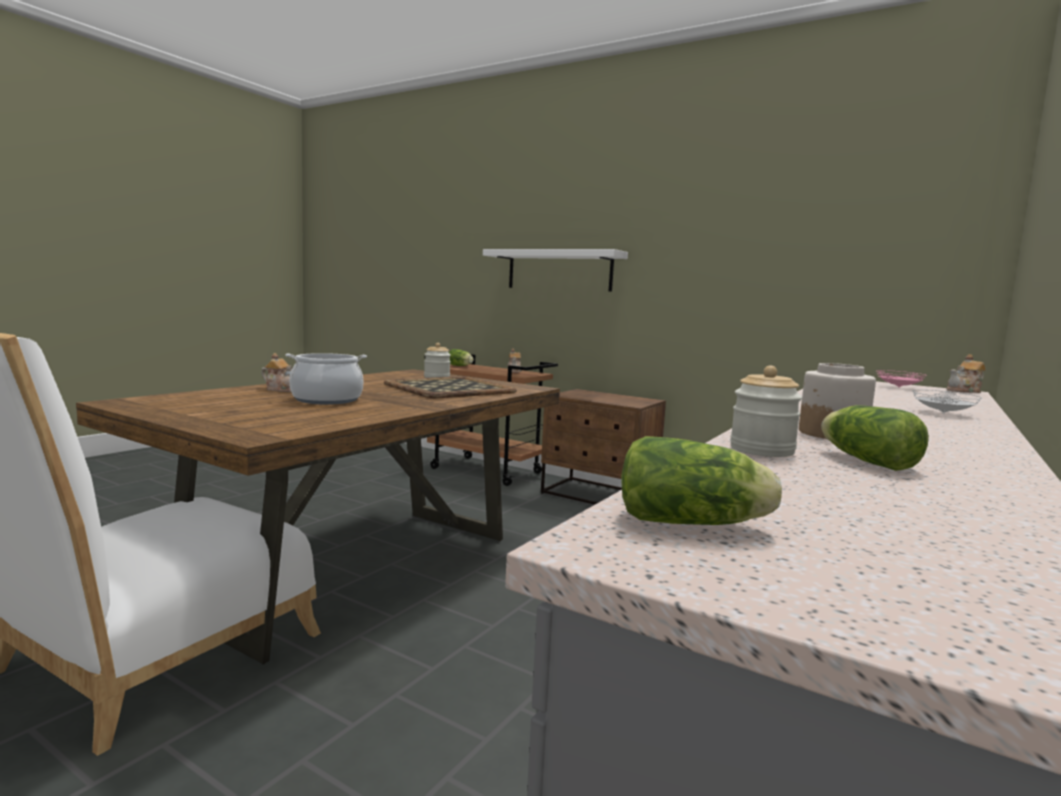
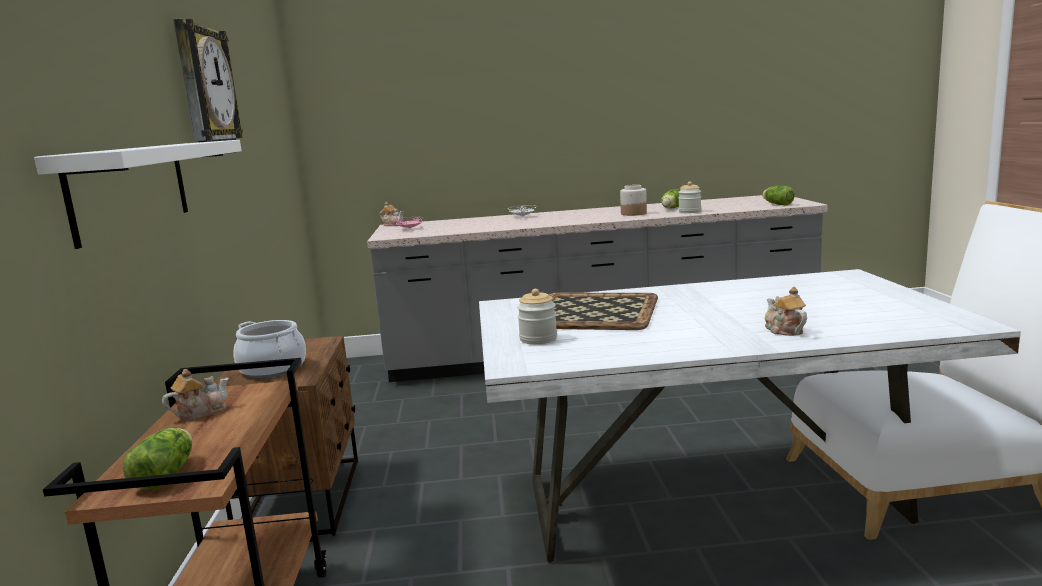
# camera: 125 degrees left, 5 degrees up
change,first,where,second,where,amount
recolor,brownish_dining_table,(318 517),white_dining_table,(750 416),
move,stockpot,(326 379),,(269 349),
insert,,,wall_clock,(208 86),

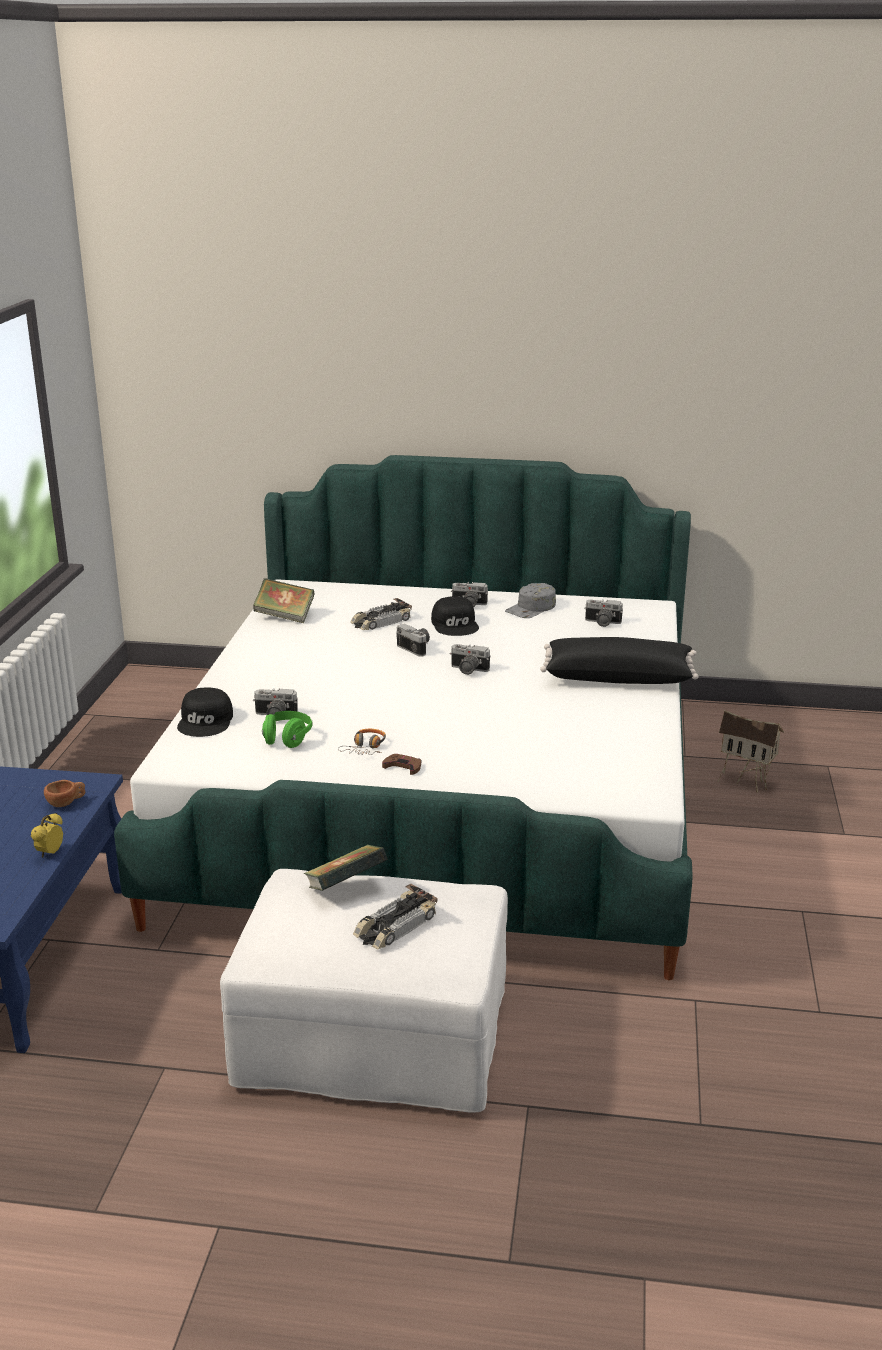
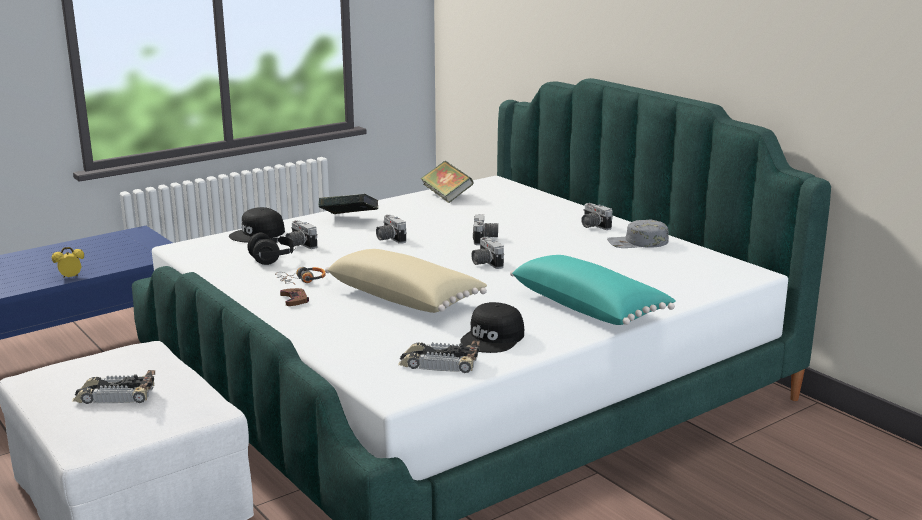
# camera: 45 degrees right, 5 degrees down
change,first,where,second,where,amount
delete,brownish_cup,(64 793),,,
recolor,green_pair_of_headphones,(287 729),blackish_pair_of_headphones,(272 248),
move,book,(346 868),,(348 204),
move,model_car,(381 614),,(439 357),
move,blackish_cap,(455 616),,(492 327),
recolor,blackish_throw_pillow,(619 660),turquoise_throw_pillow,(593 290),
move,still_camera,(603 613),,(391 229),
delete,miniature_house,(750 751),,,
insert,,,sand-coloured_throw_pillow,(406 281),

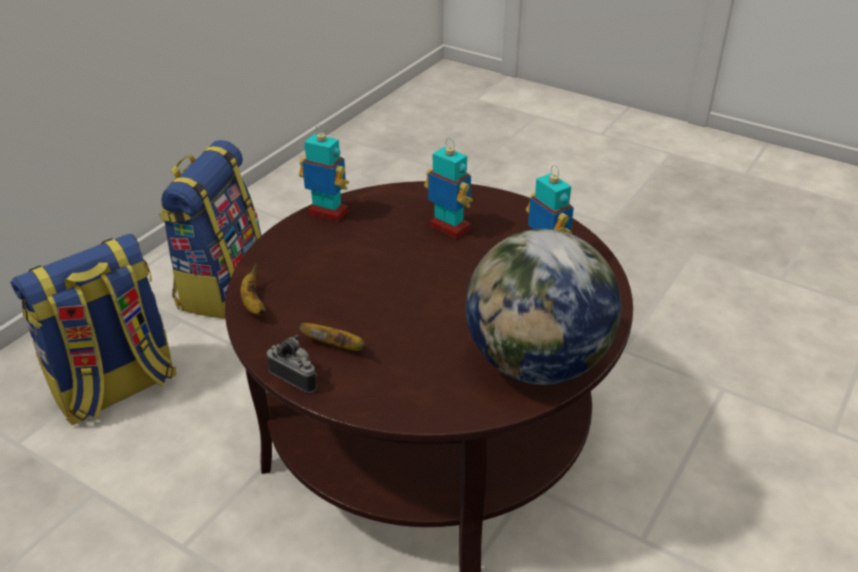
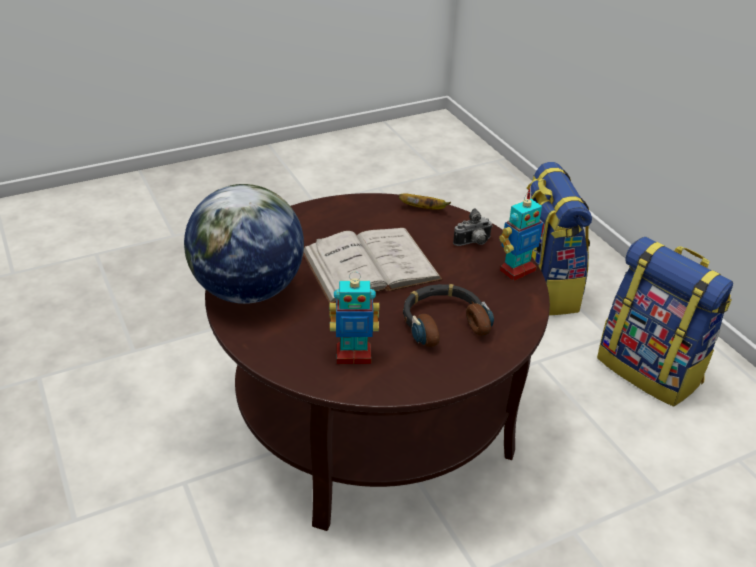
# camera: 120 degrees right, 0 degrees up
change,first,where,second,where,amount
move,still_camera,(292 364),,(473 227),
delete,whole_banana,(332 337),,,
replace,toy_robot,(448 188),pair_of_headphones,(448 315),
insert,,,white_book,(372 265),

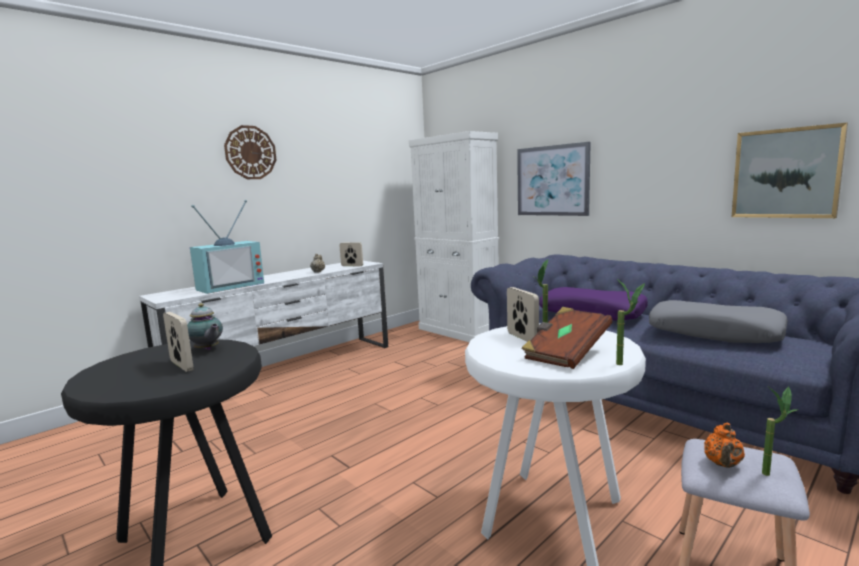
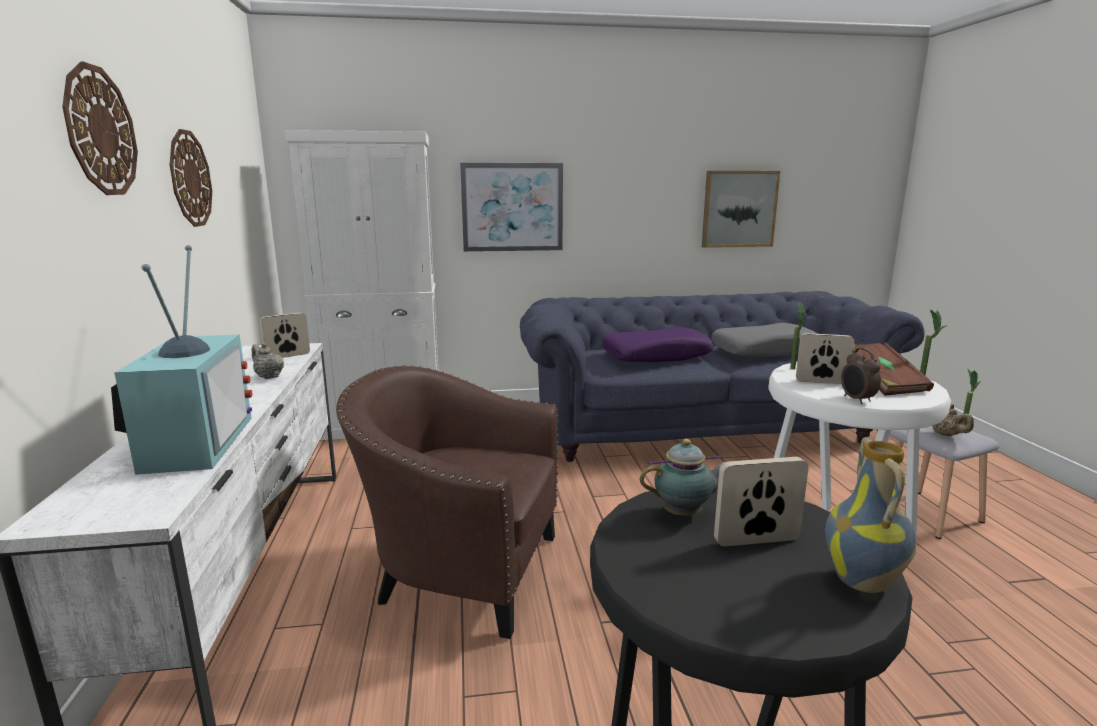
# camera: 55 degrees left, 5 degrees up
change,first,where,second,where,amount
recolor,orange_pot_for_tea,(724 445),sand-coloured_pot_for_tea,(953 420),
insert,,,wall_clock,(191 178),
insert,,,brownish_lounge_chair,(447 502),
insert,,,flower_vase,(871 515),
insert,,,alarm_clock,(861 376),

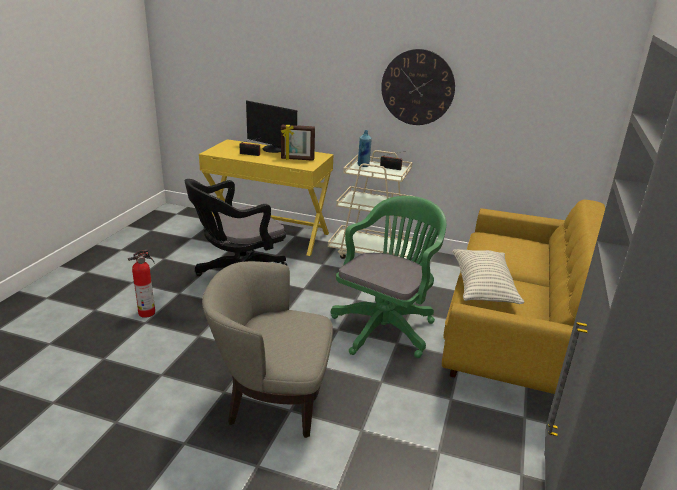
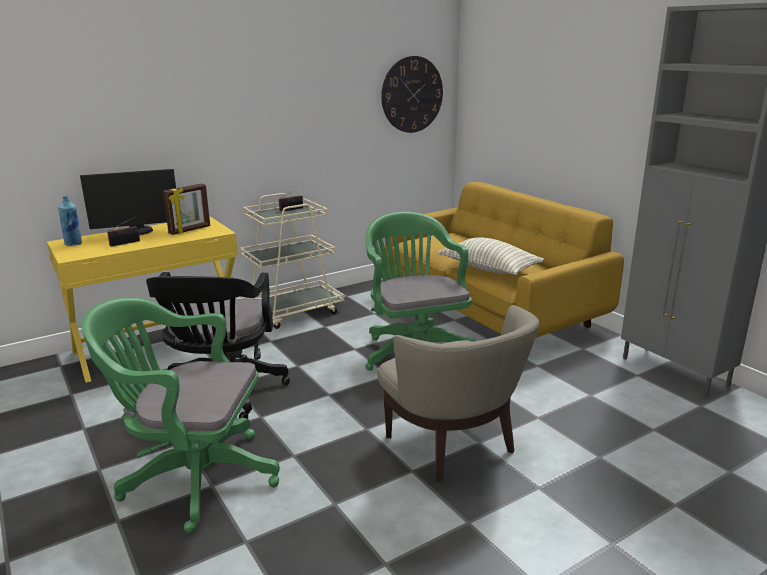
# camera: 50 degrees left, 5 degrees down
change,first,where,second,where,amount
replace,extinguisher,(141 283),green_computer_chair,(181 415),
rotate,sand-coloured_lounge_chair,(267 349),,(458 393),75 degrees counterclockwise
move,bluish_bottle,(364 148),,(70 221),
move,wall_clock,(418 87),,(412 94),

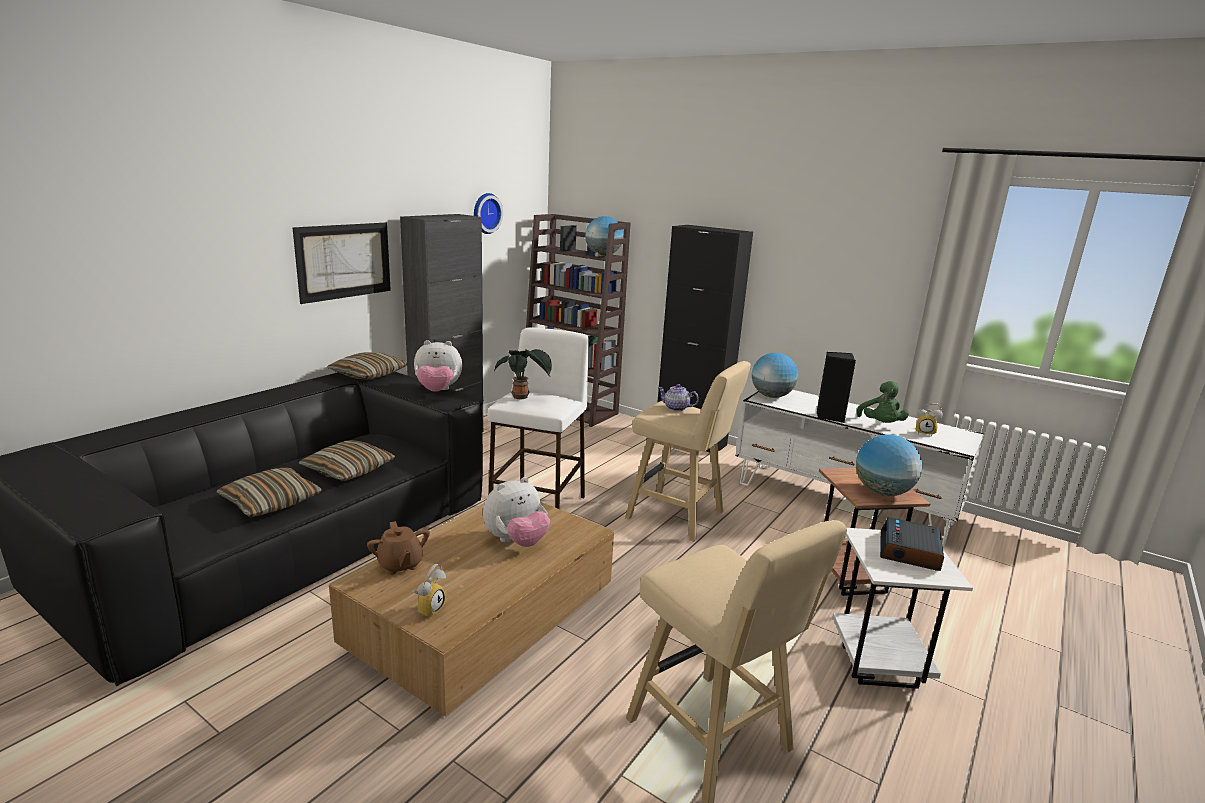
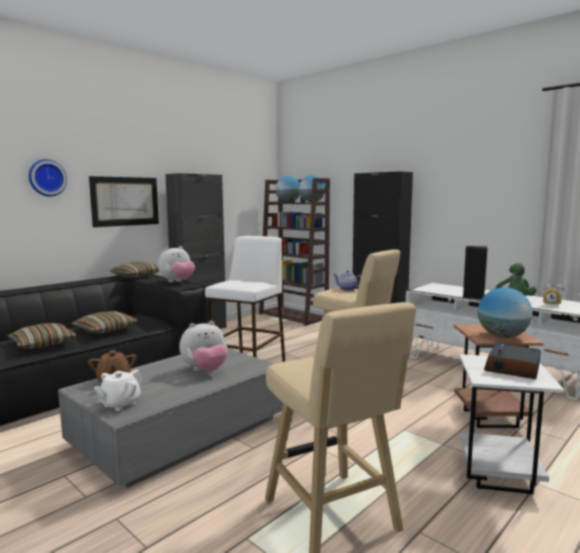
# camera: 10 degrees right, 10 degrees down
change,first,where,second,where,amount
recolor,brownish_coffee_table,(471 609),grey_coffee_table,(170 418),
replace,alarm_clock,(429 590),white_pot_for_tea,(118 390),
rotate,plush_toy,(438 366),,(176 264),45 degrees counterclockwise
move,wall_clock,(488 213),,(48 177),
delete,houseplant,(523 374),,,
move,globe,(775 375),,(287 189),

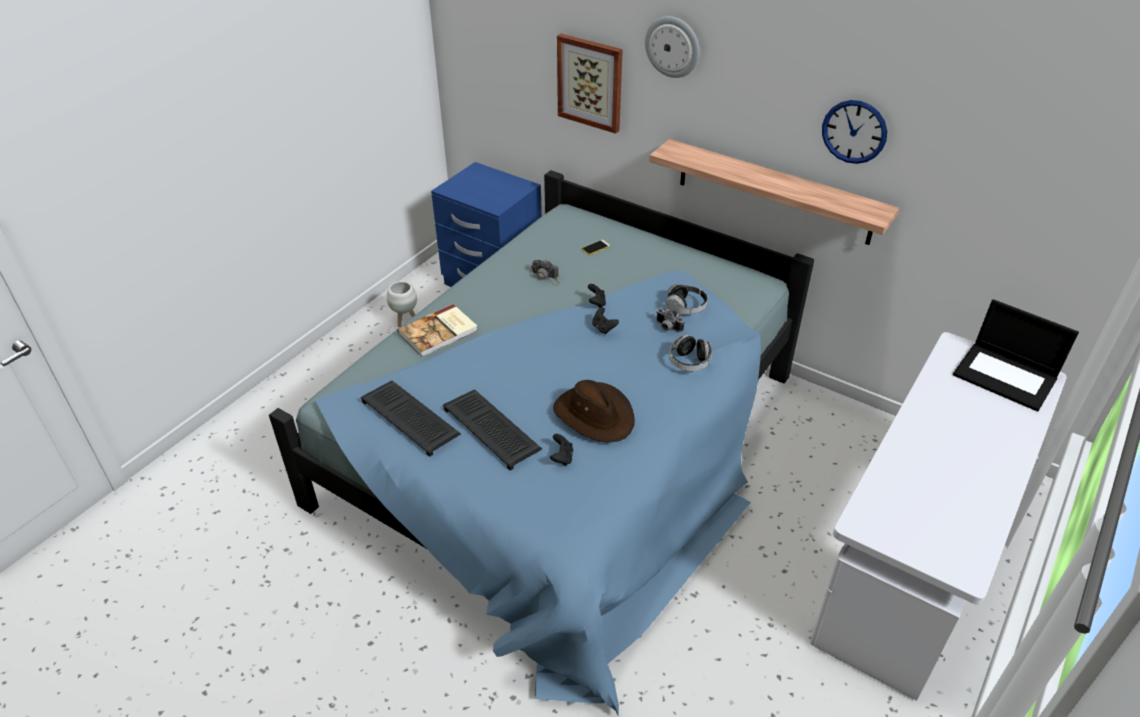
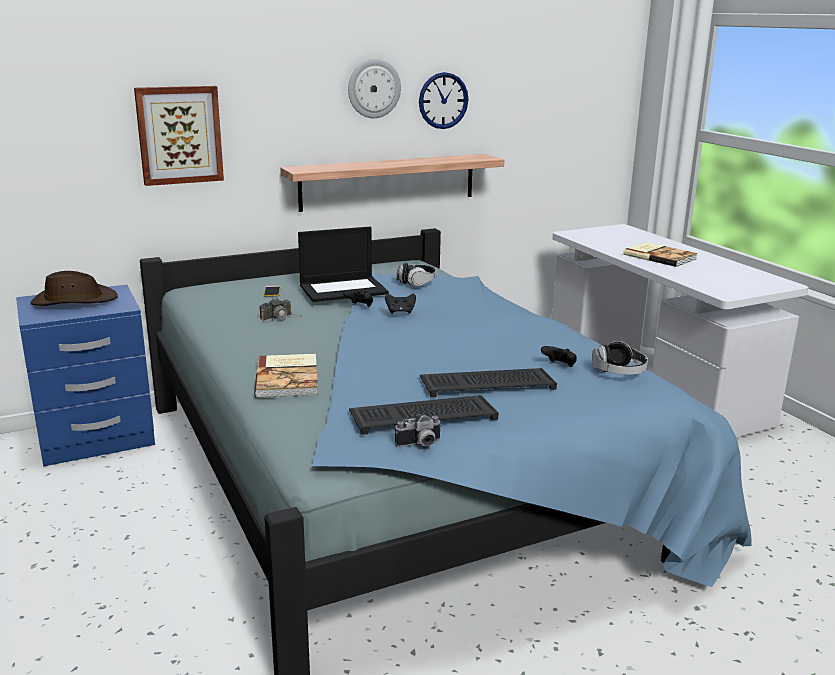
# camera: 60 degrees left, 20 degrees down
change,first,where,second,where,amount
delete,white_plant_pot,(402 304),,,
move,brownish_clothing_hat,(594 411),,(74 288),
move,wall_clock,(672 47),,(374 88),
move,still_camera,(670 319),,(418 430),
move,pair_of_headphones,(690 353),,(620 358),
move,notebook_computer,(1016 355),,(343 264),
insert,,,book,(661 254),

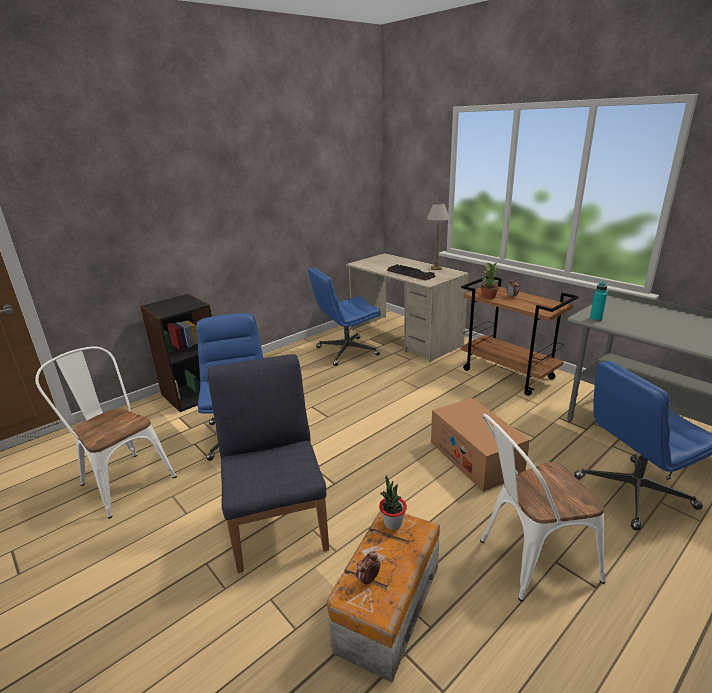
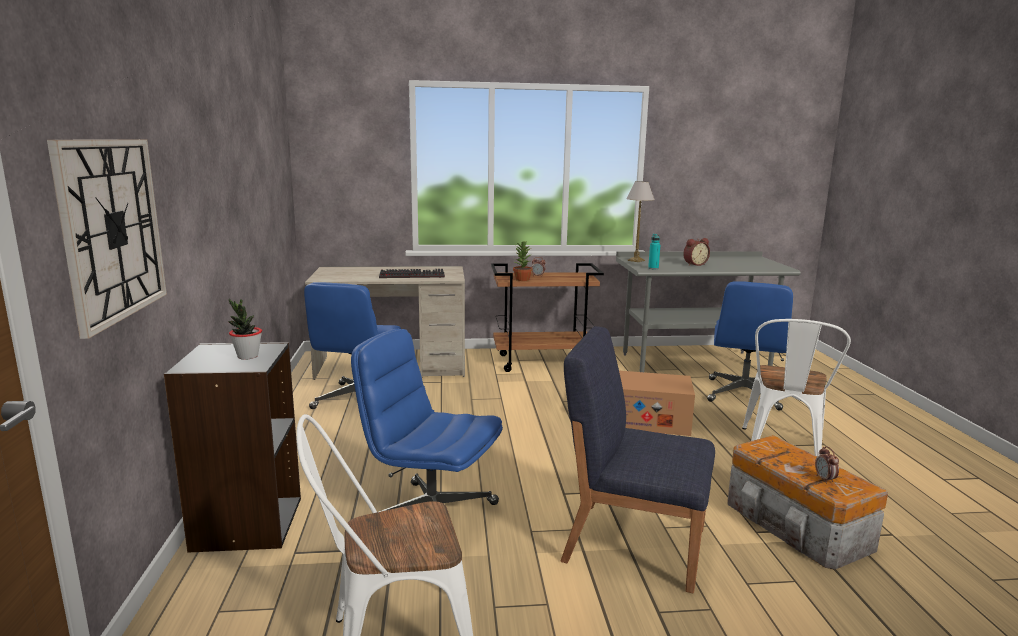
# camera: 55 degrees left, 10 degrees down
change,first,where,second,where,amount
move,houseplant,(393 502),,(245 329),
move,tabletop_lamp,(438 236),,(641 221),
insert,,,wall_clock,(107 239),
insert,,,alarm_clock,(696 252),

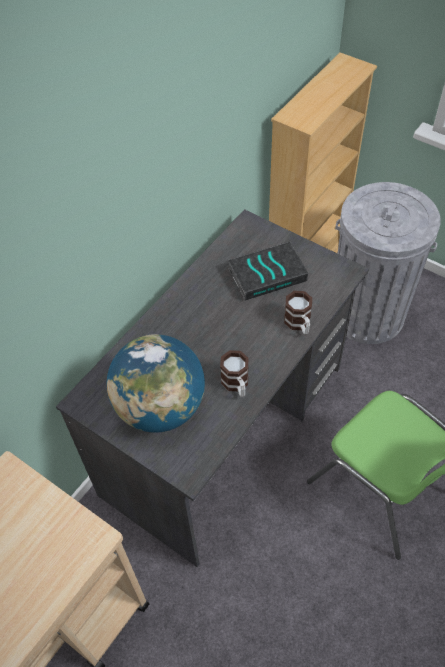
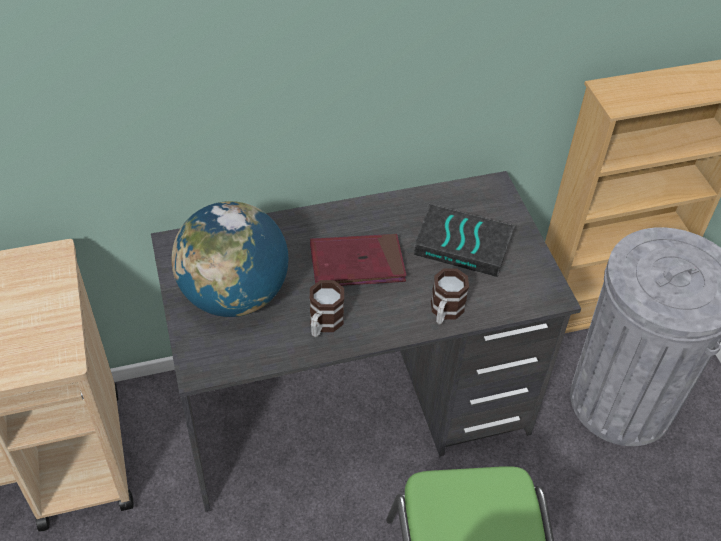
# camera: 35 degrees right, 5 degrees down
change,first,where,second,where,amount
insert,,,red-coloured_book,(358 260),

